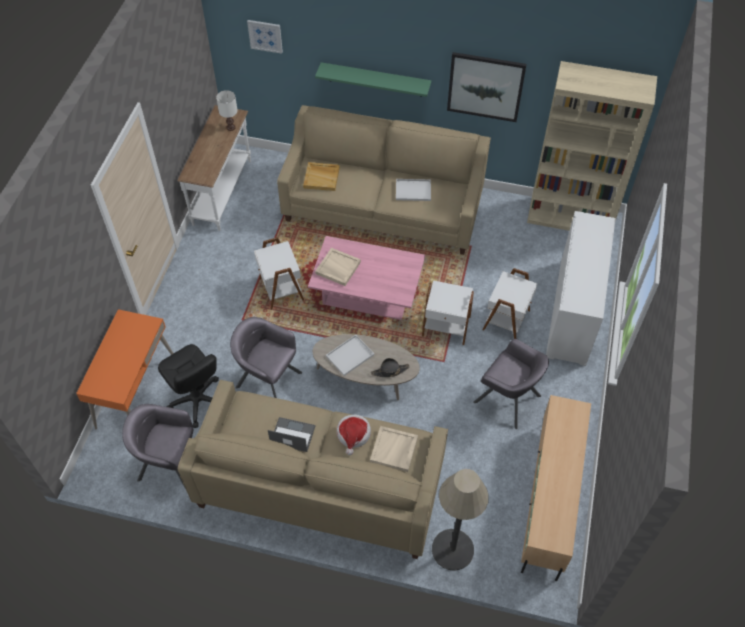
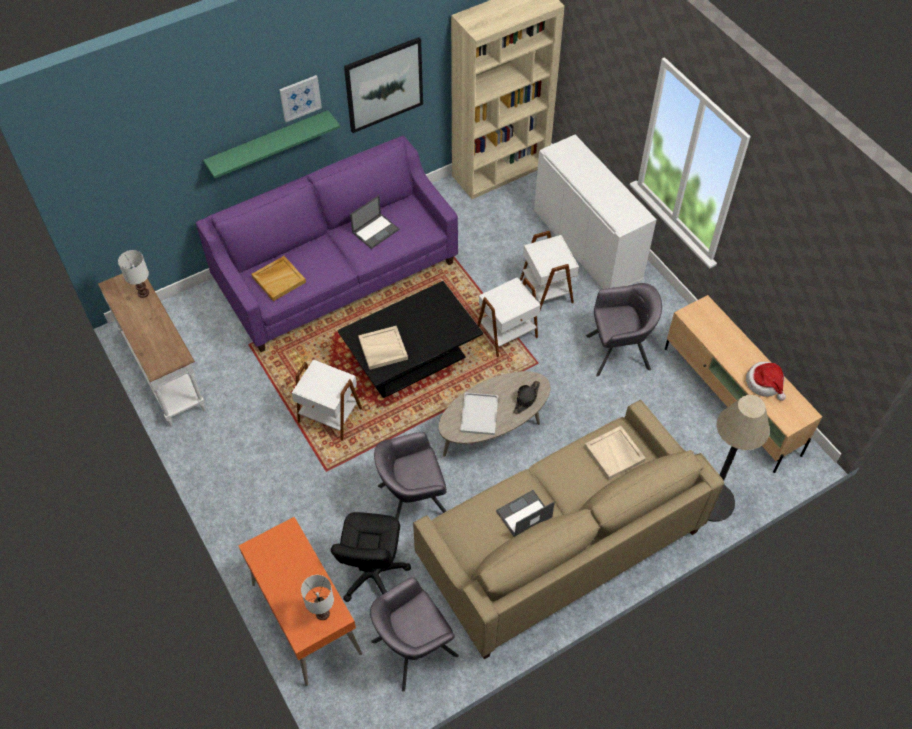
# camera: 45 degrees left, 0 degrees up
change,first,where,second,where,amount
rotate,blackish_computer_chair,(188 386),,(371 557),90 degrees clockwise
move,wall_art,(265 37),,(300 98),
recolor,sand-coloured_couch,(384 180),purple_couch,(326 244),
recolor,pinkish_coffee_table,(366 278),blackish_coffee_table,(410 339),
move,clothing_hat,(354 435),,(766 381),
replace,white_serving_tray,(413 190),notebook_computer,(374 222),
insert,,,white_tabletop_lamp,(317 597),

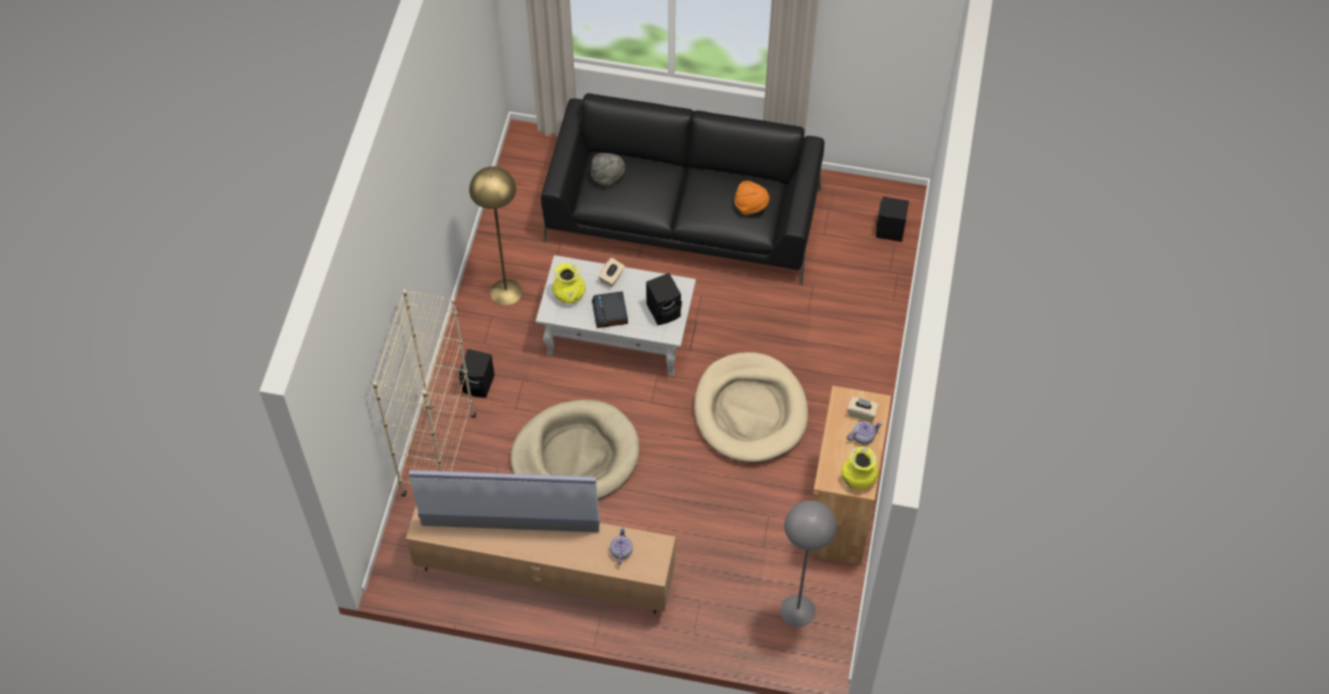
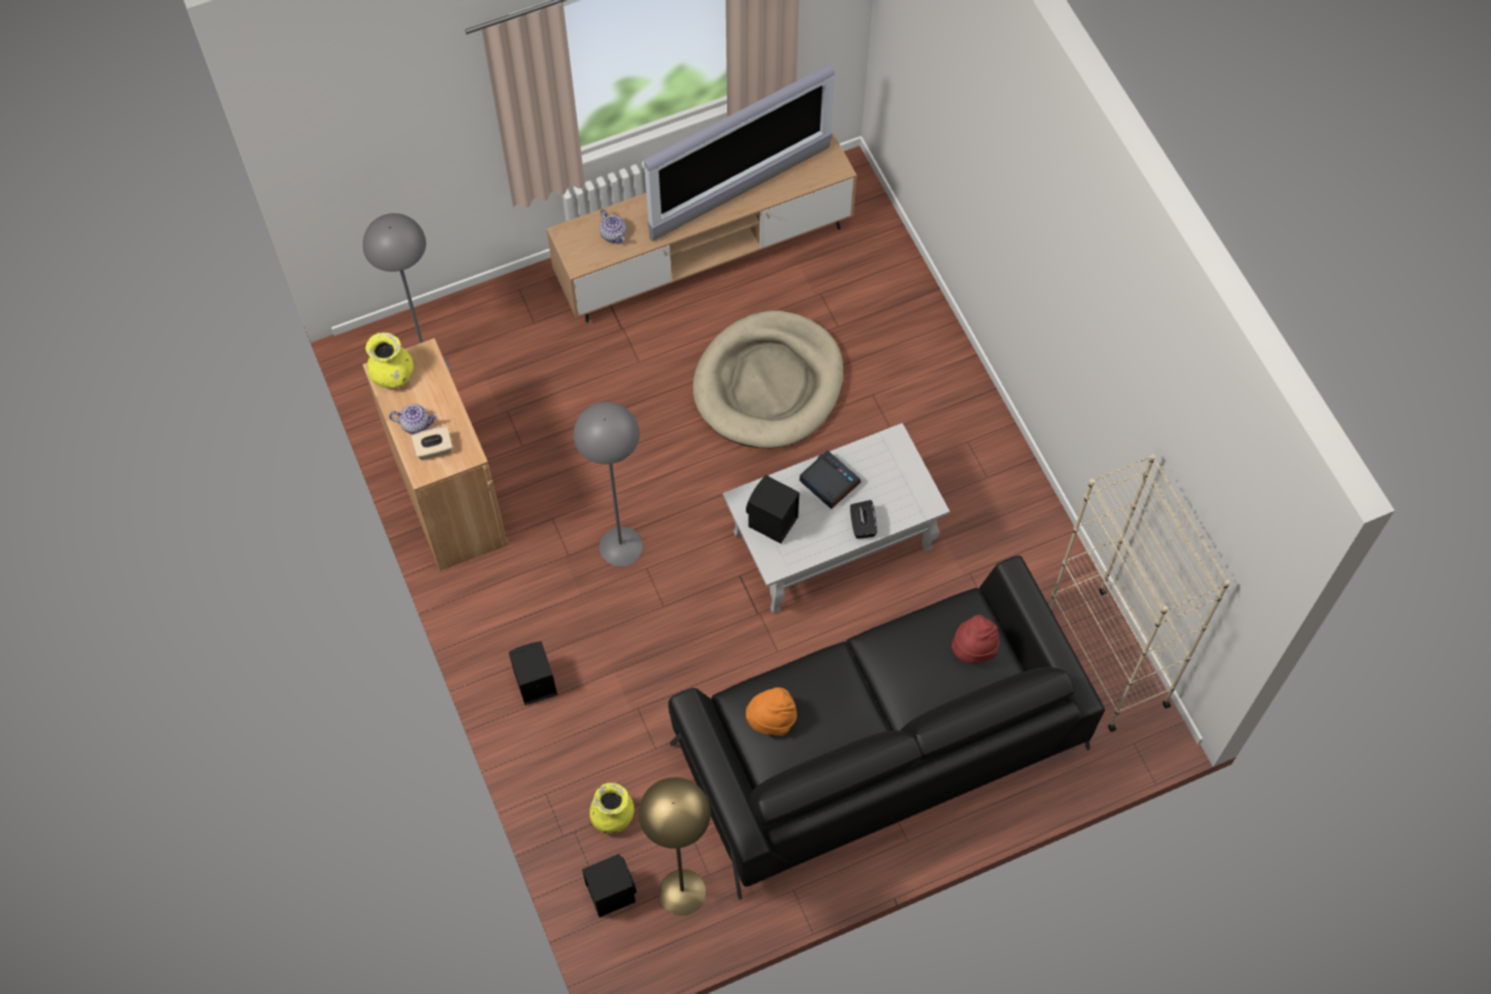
# camera: 145 degrees right, 5 degrees up
change,first,where,second,where,amount
move,sand-coloured_bookshelf,(424 393),,(1139 593),
move,blackish_audio_speaker,(477 373),,(533 673),
move,yellow-coloured_standing_lamp,(495 236),,(674 846),
move,yellow-coloured_flower_vase,(569 282),,(612 808),
recolor,grey_clothing_hat,(608 170),red-coloured_clothing_hat,(975 639),
recolor,sand-coloured_box_of_tissues,(611 272),blackish_box_of_tissues,(863 519),
replace,sand-coloured_pet_bed,(751 407),grey_standing_lamp,(608 484),
rotate,pot_for_tea,(865 433),,(413 419),120 degrees counterclockwise

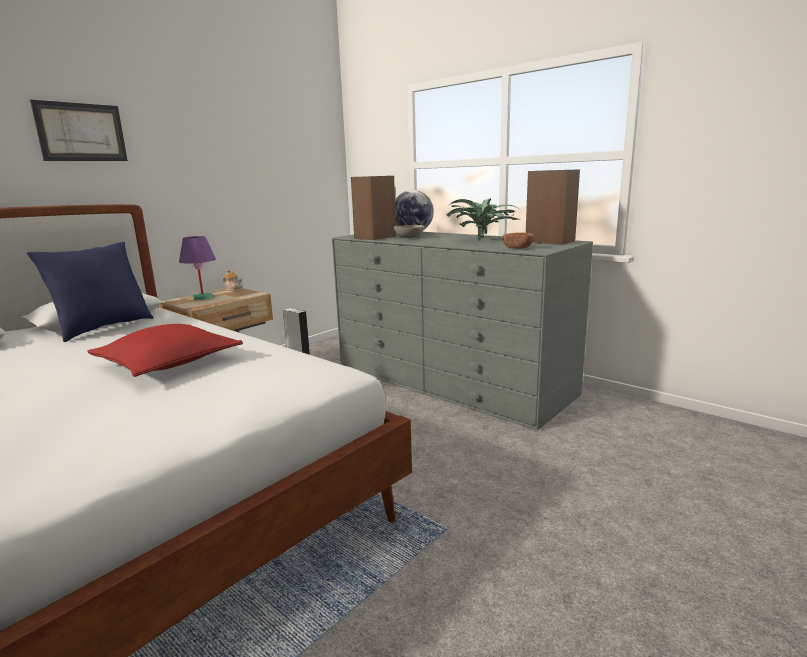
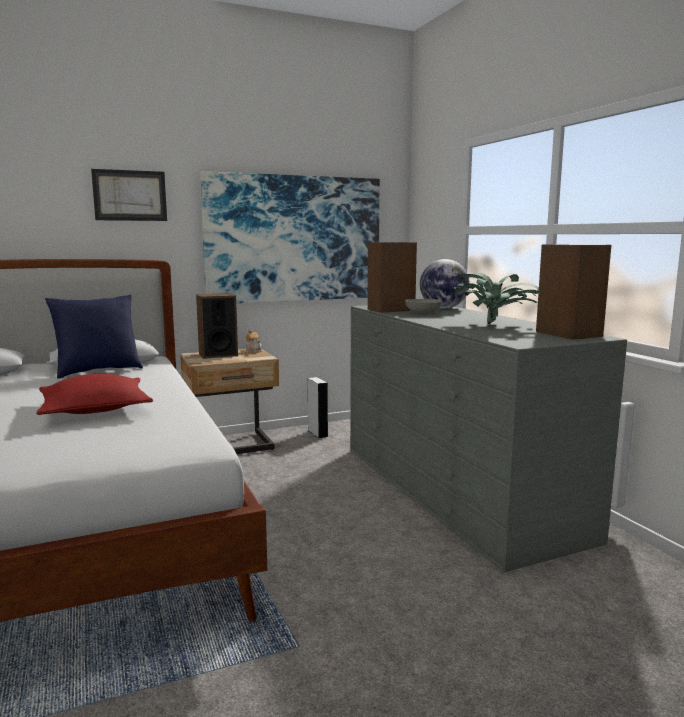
# camera: 25 degrees right, 5 degrees down
change,first,where,second,where,amount
replace,purple_tabletop_lamp,(197 268),audio_speaker,(217 326),
delete,brownish_deep_dish,(518 240),,,
insert,,,wall_art,(290 237),

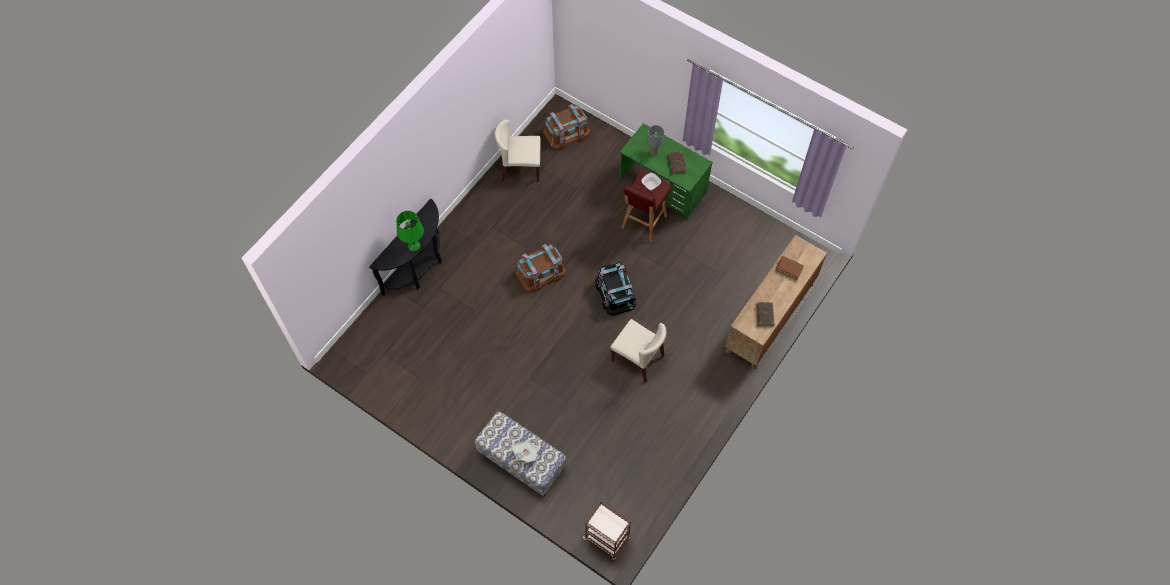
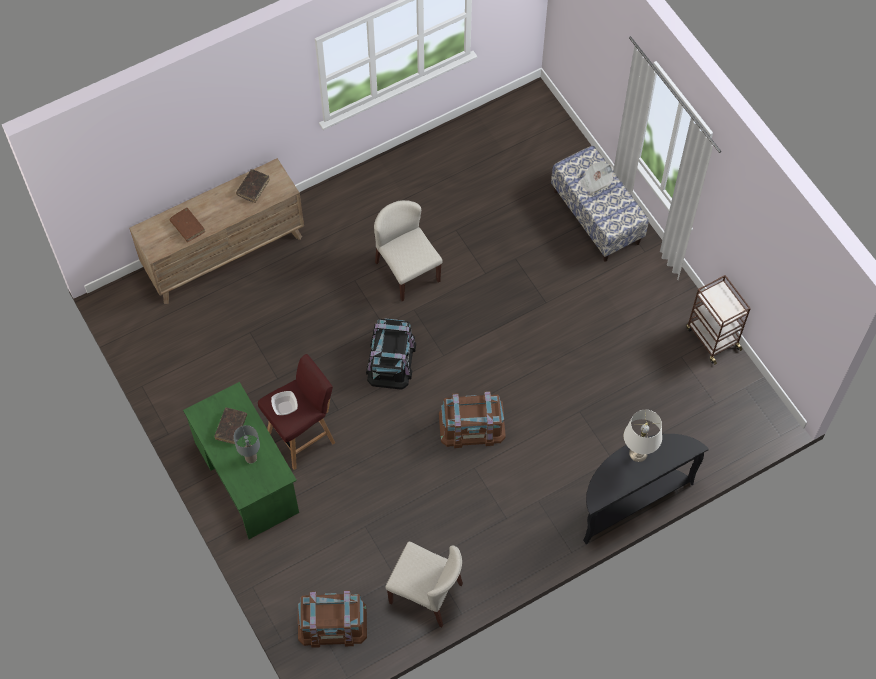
# camera: 155 degrees left, 0 degrees up
change,first,where,second,where,amount
recolor,green_tabletop_lamp,(410 231),white_tabletop_lamp,(643 436),
move,brownish_cart,(606 531),,(718 320),

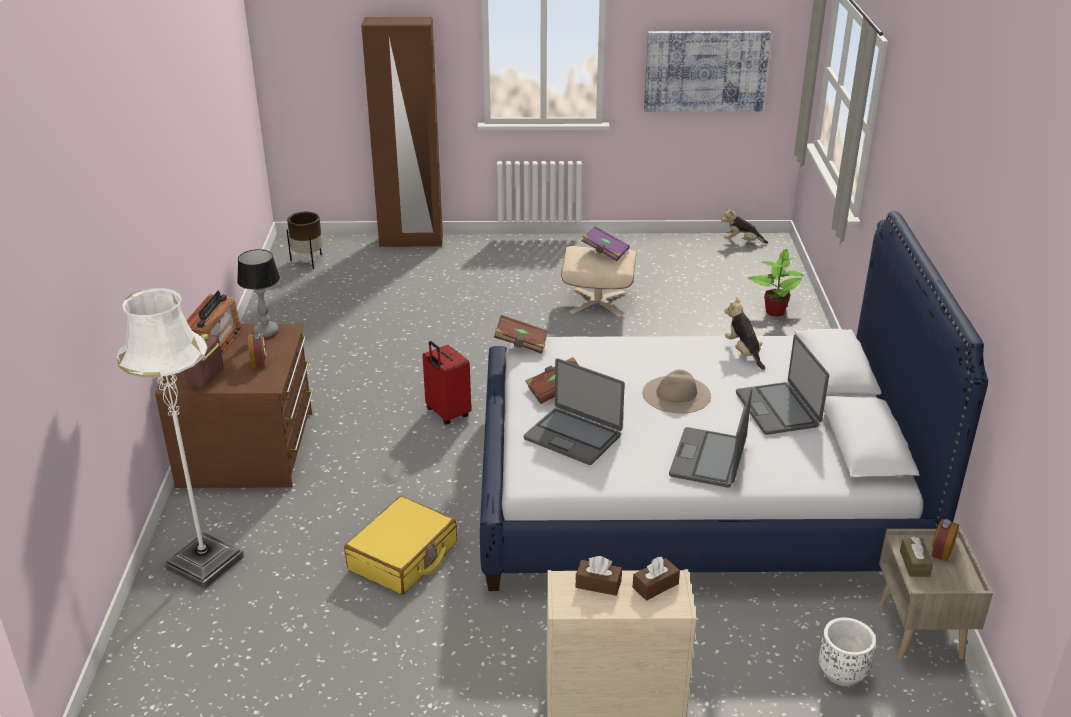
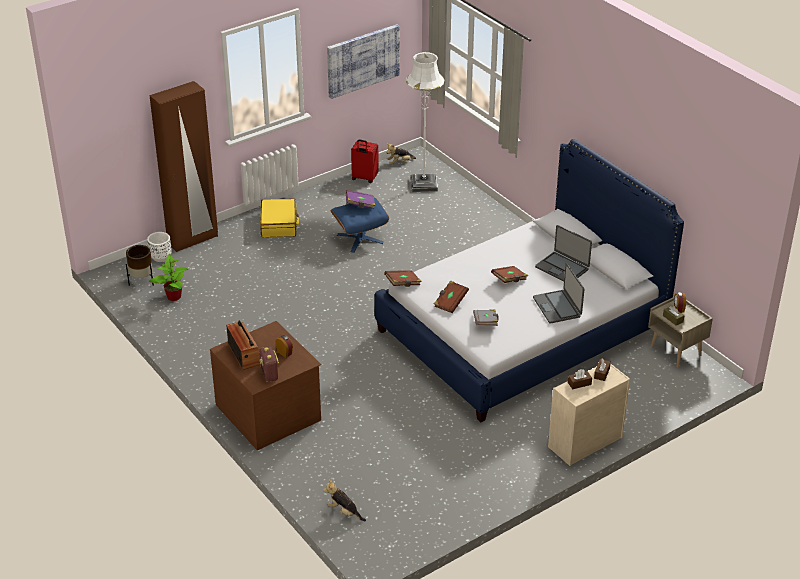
# camera: 35 degrees left, 5 degrees up
change,first,where,second,where,amount
move,white_standing_lamp,(180 438),,(425 122),
delete,tabletop_lamp,(258 293),,,
move,yellow-coloured_travel_case,(400 545),,(279 217),
move,red-coloured_travel_case,(446 382),,(365 161),
replace,notebook_computer,(574 411),grey_book,(485 317),
recolor,sand-coloured_ottoman,(599 281),bluish_ottoman,(360 225),
replace,sand-coloured_clothing_hat,(676 391),brownish_book,(509 274),
move,plush_toy,(744 333),,(344 500),
move,houseplant,(775 283),,(168 277),
move,white_plant_pot,(847 652),,(159 247),

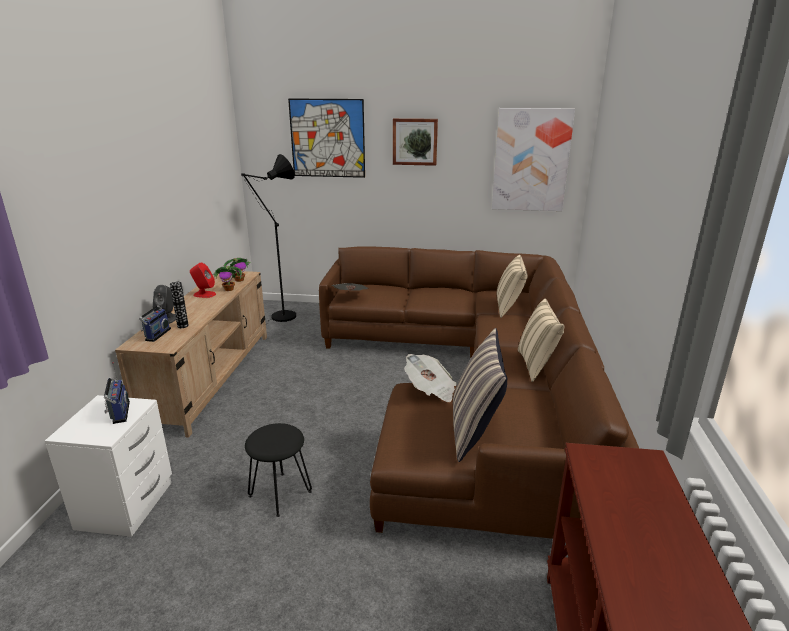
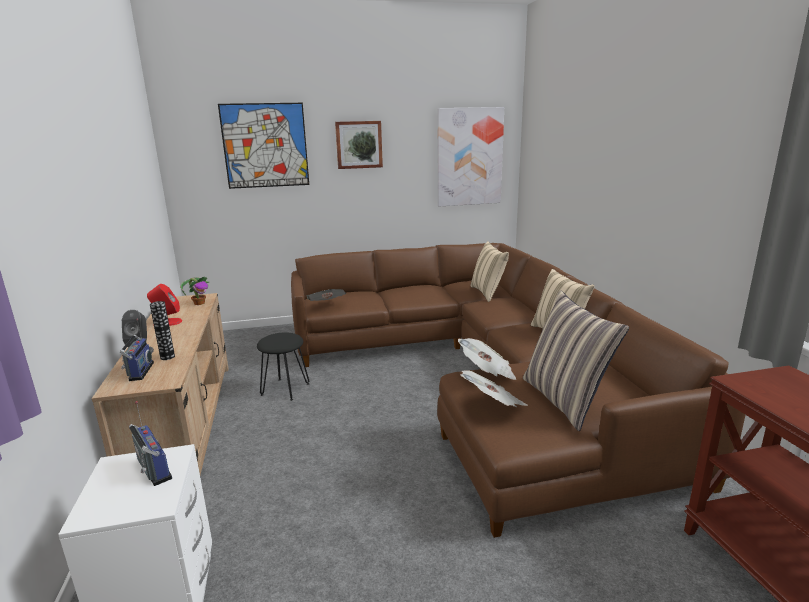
# camera: 20 degrees left, 5 degrees down
change,first,where,second,where,amount
delete,houseplant,(227 278),,,
delete,blackish_standing_lamp,(268 239),,,
move,blackish_stool_seat,(278 470),,(283 366),
insert,,,newspaper,(494 388),

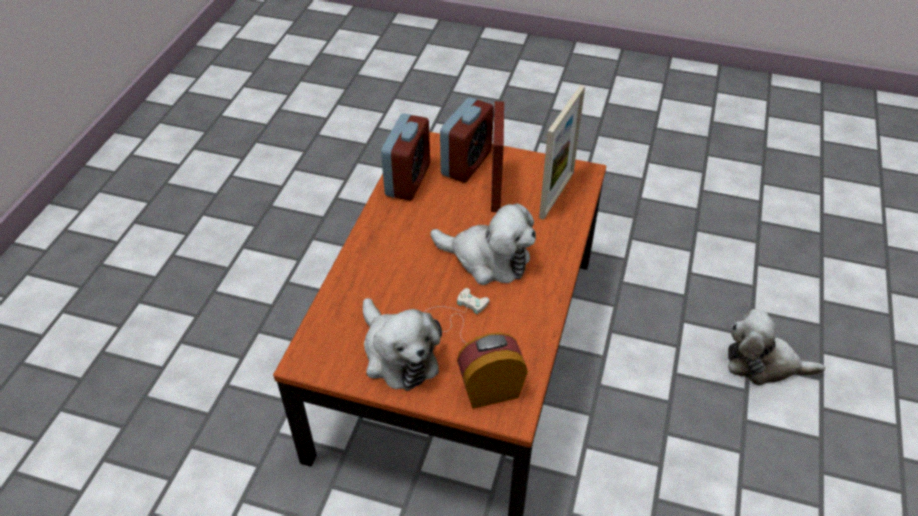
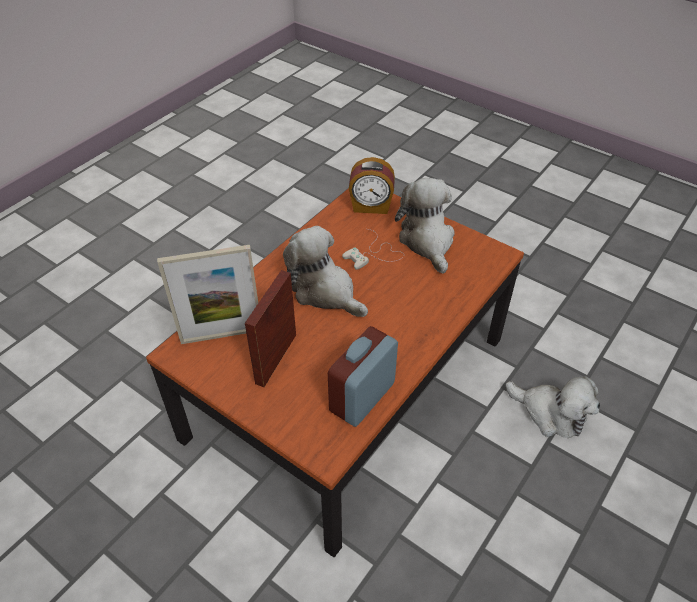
# camera: 160 degrees left, 0 degrees up
change,first,where,second,where,amount
delete,alarm_clock,(467 140),,,
rotate,standing_frame,(562 152),,(207 294),150 degrees counterclockwise
move,plush_toy,(776 347),,(553 407),

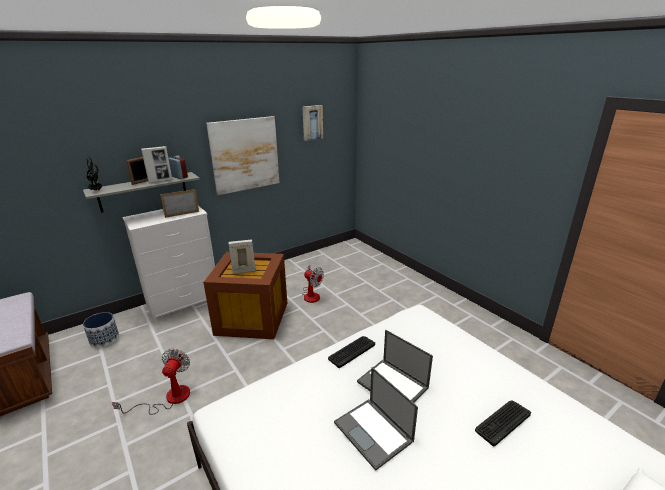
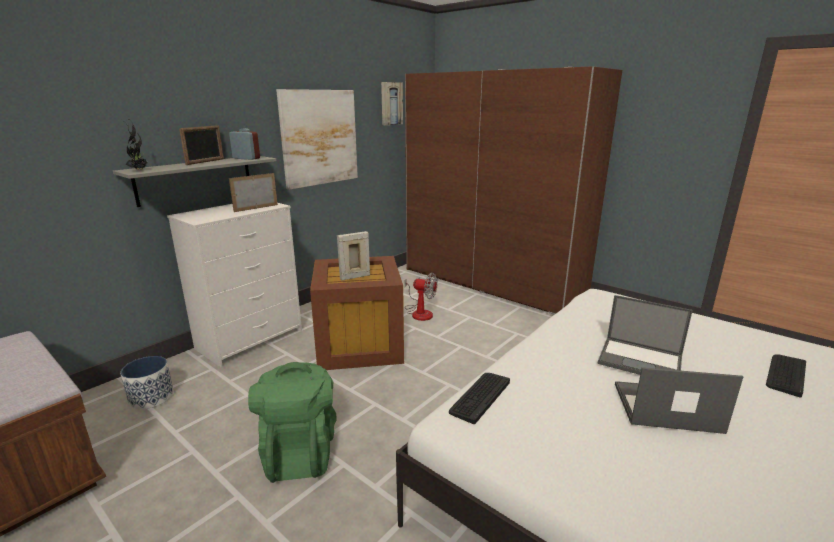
# camera: 15 degrees left, 5 degrees down
change,first,where,second,where,amount
replace,fan,(151 382),green_rucksack,(292 422),
delete,standing_frame,(156 164),,,
move,computer_keyboard,(351 352),,(479 398),
rotate,notebook_computer,(376 419),,(679 400),150 degrees clockwise
insert,,,brownish_clothes_cupboard,(513 190),

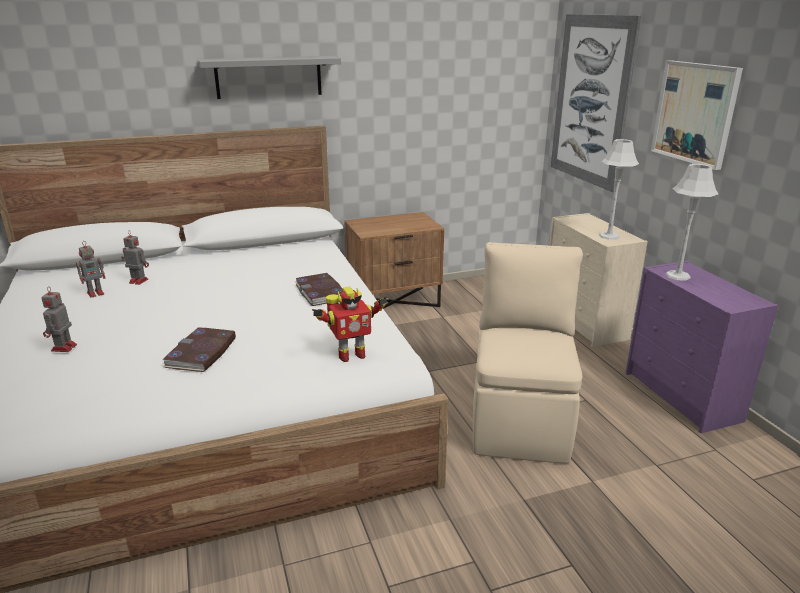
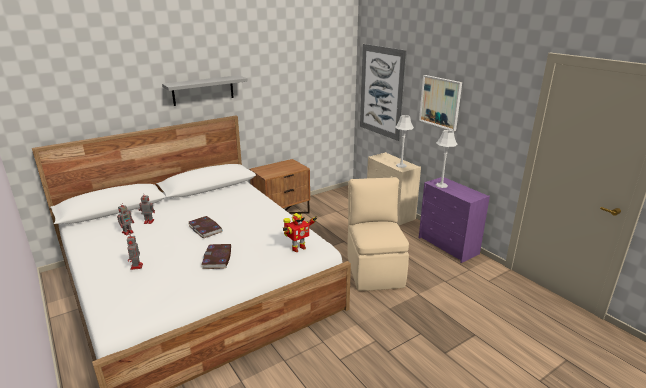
# camera: 15 degrees left, 0 degrees up
change,first,where,second,where,amount
move,book,(318 289),,(205 227),

